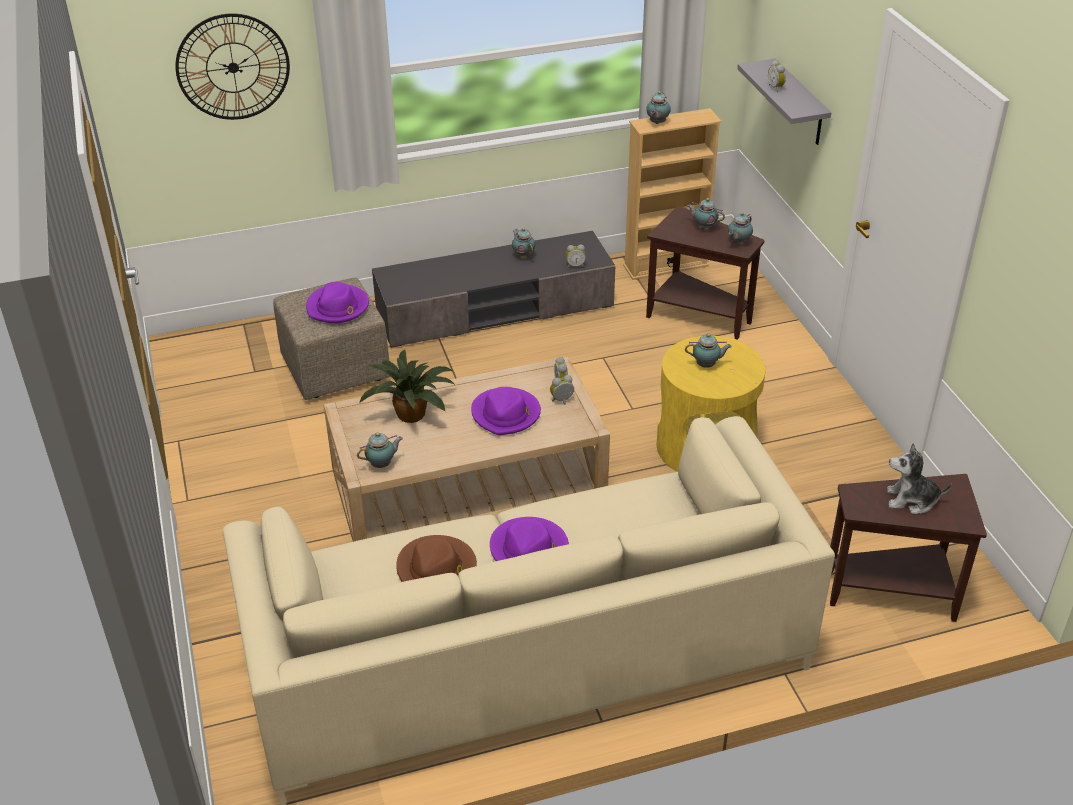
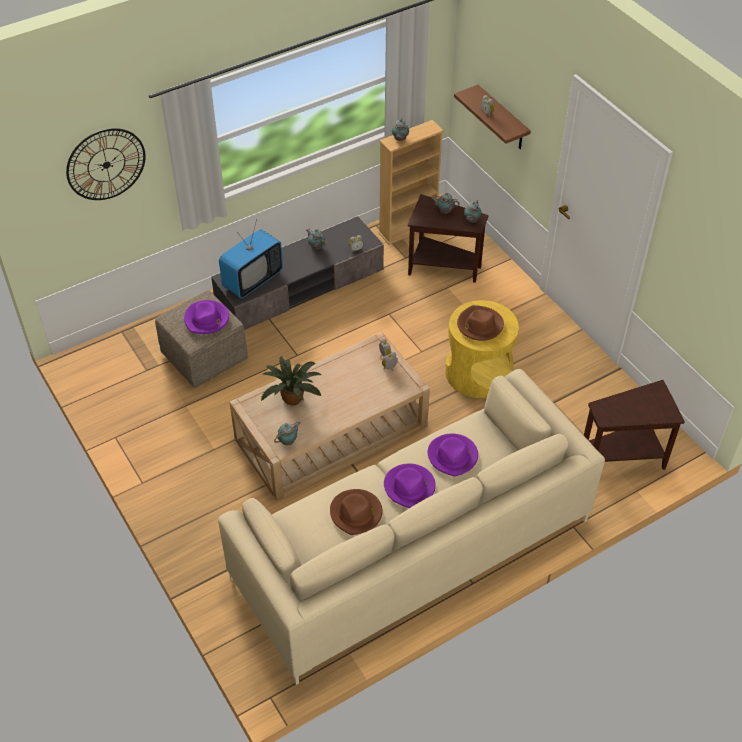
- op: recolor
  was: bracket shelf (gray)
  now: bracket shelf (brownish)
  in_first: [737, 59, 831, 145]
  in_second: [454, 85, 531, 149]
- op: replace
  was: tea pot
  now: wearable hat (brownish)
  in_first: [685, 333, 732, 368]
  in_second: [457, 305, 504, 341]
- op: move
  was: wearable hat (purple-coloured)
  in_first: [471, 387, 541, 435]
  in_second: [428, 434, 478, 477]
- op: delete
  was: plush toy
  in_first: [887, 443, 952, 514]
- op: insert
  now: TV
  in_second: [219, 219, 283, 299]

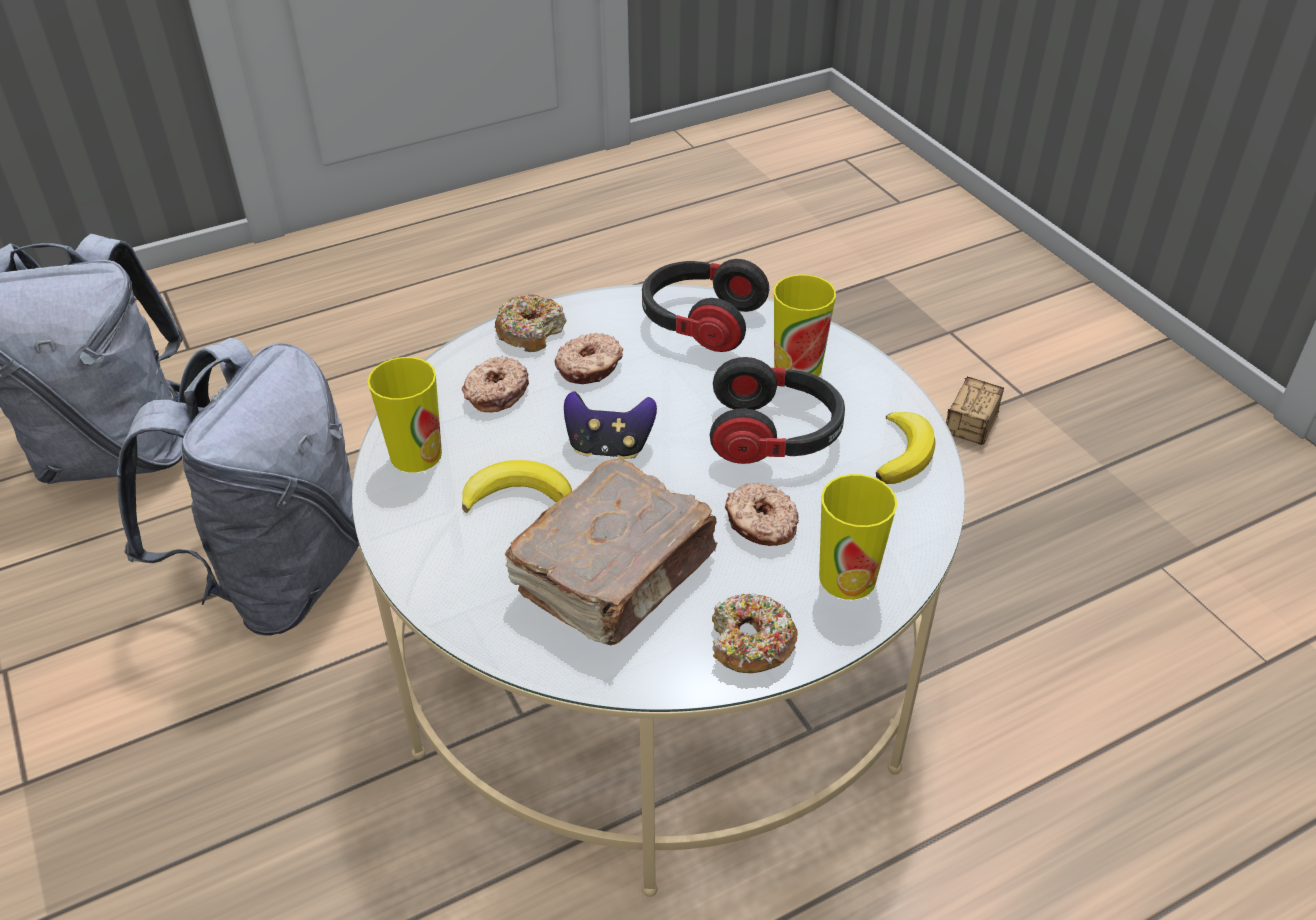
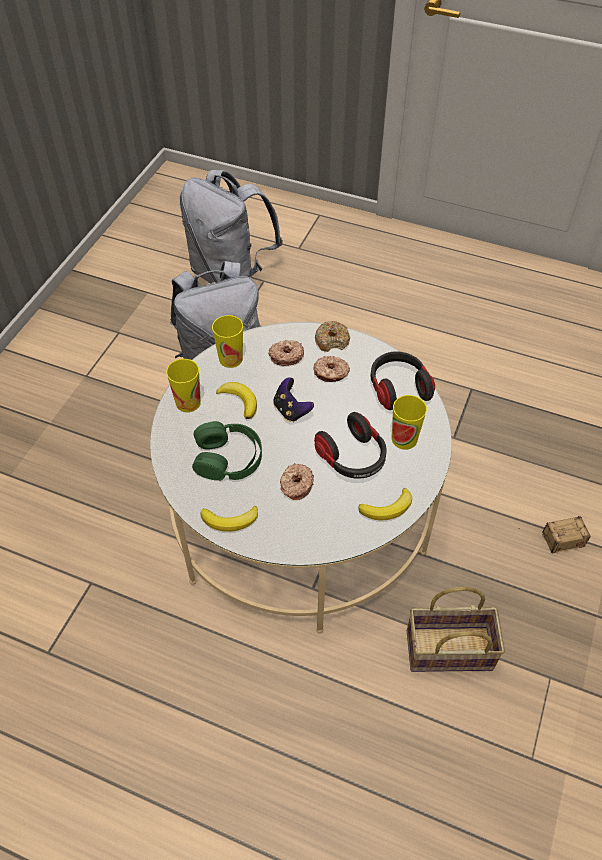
- op: replace
  was: bound book (brownish)
  now: pair of headphones (greenish)
  in_first: [505, 458, 718, 645]
  in_second: [192, 421, 262, 481]
- op: move
  was: cup
  in_first: [819, 474, 897, 600]
  in_second: [166, 359, 201, 412]
- op: replace
  was: doughnut
  now: banana fruit
  in_first: [712, 593, 798, 673]
  in_second: [200, 505, 258, 532]
- op: insert
  now: basket
  in_second: [407, 587, 505, 672]

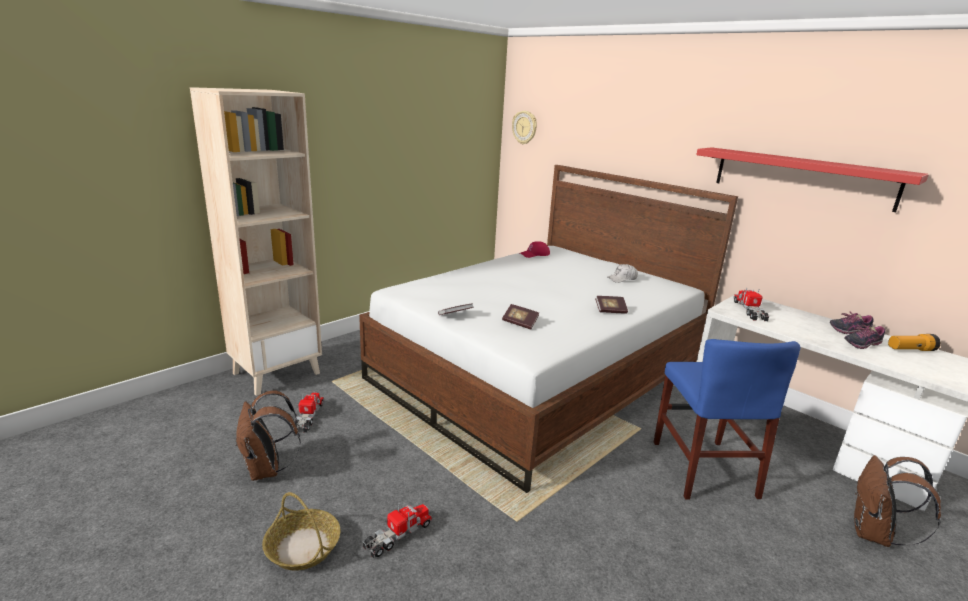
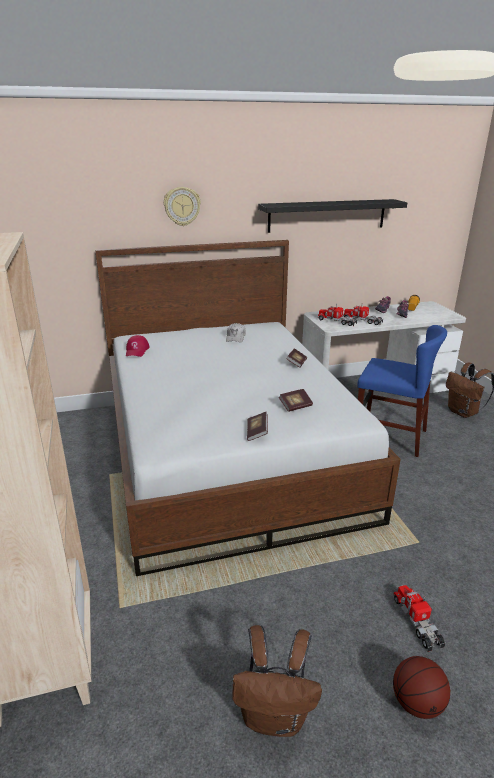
- op: move
  was: hanging clock
  in_first: [512, 111, 537, 144]
  in_second: [164, 187, 201, 226]
- op: recolor
  was: bracket shelf (reddish)
  now: bracket shelf (black-coloured)
  in_first: [696, 147, 929, 212]
  in_second: [258, 199, 407, 233]
- op: move
  was: toy truck
  in_first: [296, 392, 324, 433]
  in_second: [343, 305, 383, 325]
- op: replace
  was: basket
  now: basketball
  in_first: [262, 492, 340, 571]
  in_second: [393, 656, 450, 719]

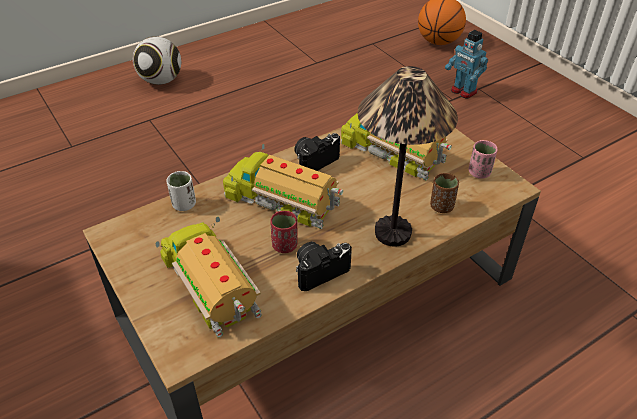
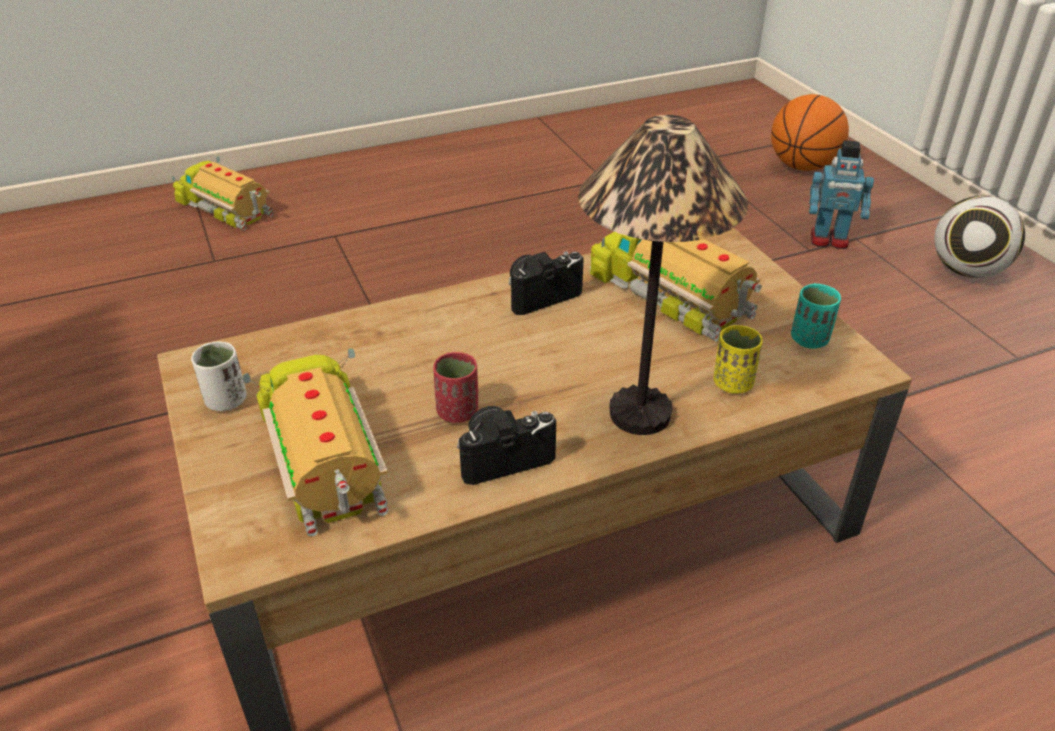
- op: rotate
  was: toy robot
  in_first: [445, 30, 488, 99]
  in_second: [809, 140, 874, 249]
  clockwise: -45
- op: move
  was: ball for football
  in_first: [133, 36, 181, 85]
  in_second: [934, 196, 1025, 278]
- op: recolor
  was: cup (pink)
  now: cup (turquoise)
  in_first: [468, 140, 498, 179]
  in_second: [791, 283, 841, 349]
- op: move
  was: toy truck
  in_first: [223, 144, 343, 229]
  in_second: [172, 156, 273, 230]
- op: move
  was: cup (whitish)
  in_first: [166, 171, 196, 211]
  in_second: [191, 341, 247, 411]
- op: recolor
  was: cup (brownish)
  now: cup (yellow)
  in_first: [430, 173, 459, 213]
  in_second: [713, 325, 763, 394]

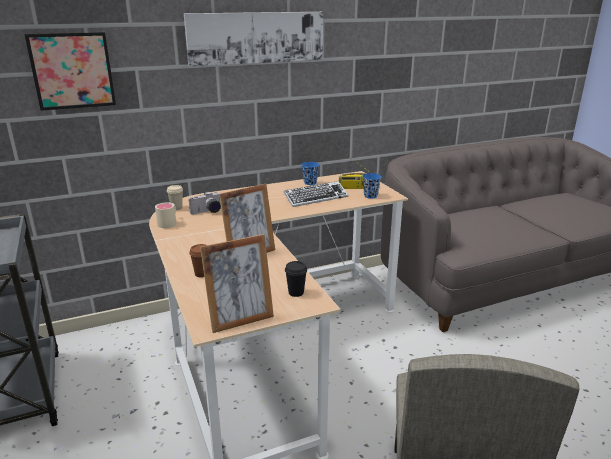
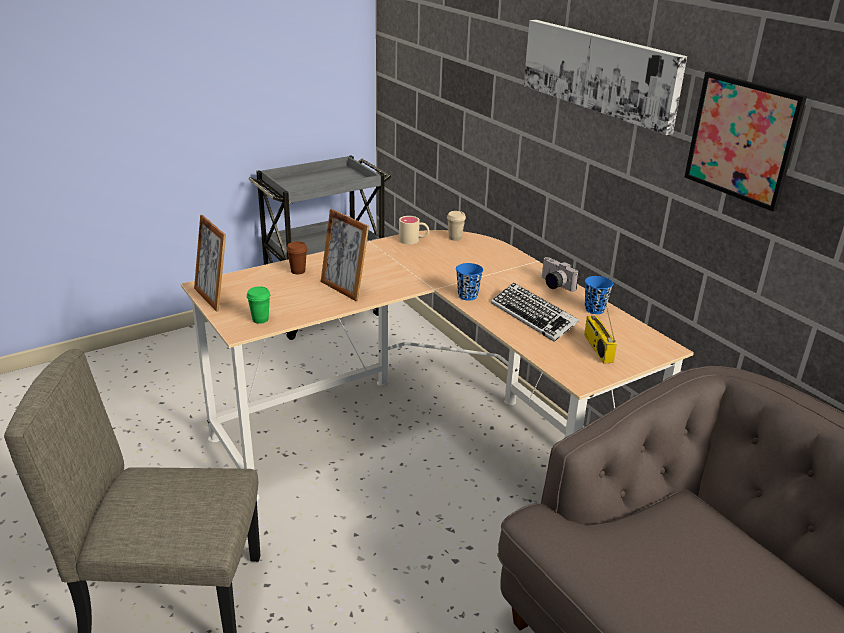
- op: move
  was: wall picture
  in_first: [24, 32, 116, 111]
  in_second: [685, 71, 807, 212]
- op: move
  was: cup (blue-coloured)
  in_first: [362, 173, 382, 198]
  in_second: [456, 263, 483, 301]
- op: move
  was: photo camera
  in_first: [189, 191, 221, 214]
  in_second: [542, 257, 579, 292]
- op: recolor
  was: cup (black-coloured)
  now: cup (greenish)
  in_first: [285, 261, 307, 297]
  in_second: [247, 286, 271, 324]

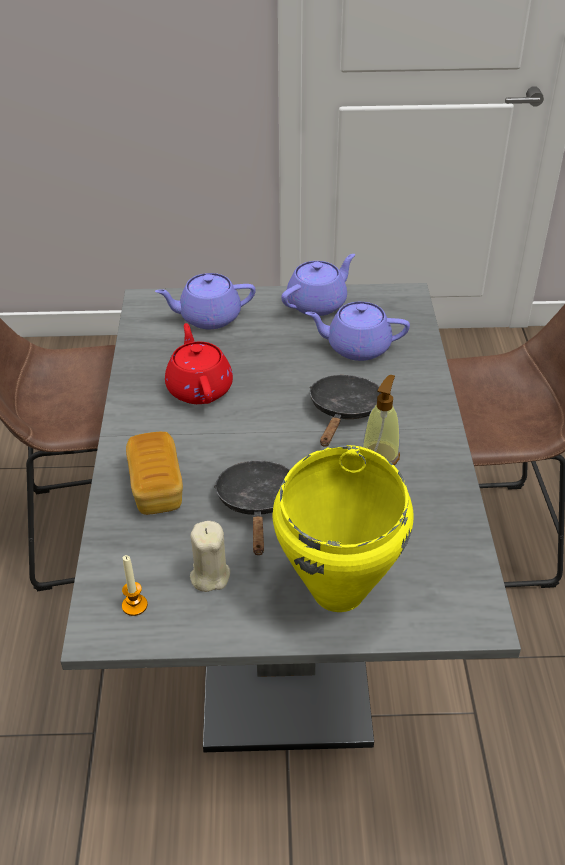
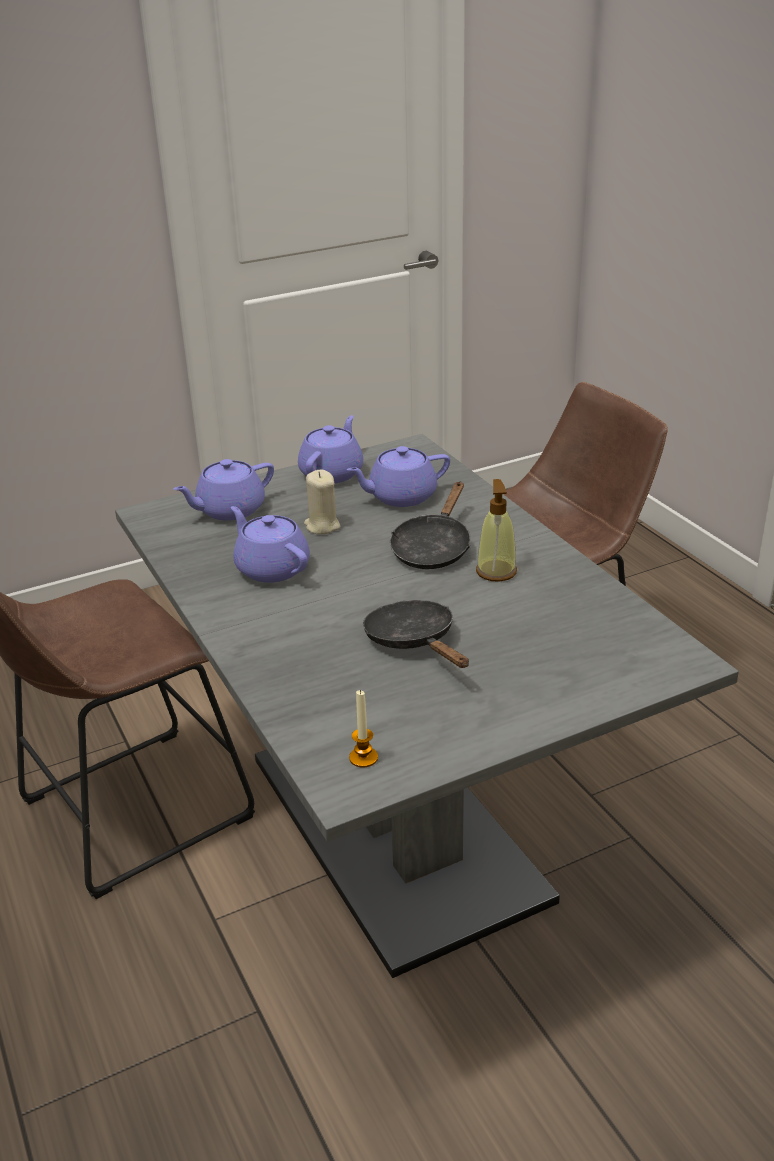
- op: recolor
  was: tea pot (reddish)
  now: tea pot (purple-coloured)
  in_first: [165, 323, 233, 404]
  in_second: [231, 506, 310, 583]
- op: rotate
  was: pan (black-coloured)
  in_first: [310, 375, 381, 447]
  in_second: [390, 481, 470, 569]
  clockwise: -150
- op: delete
  was: baked bread
  in_first: [126, 432, 183, 515]
- op: delete
  was: cooking pot (yellow)
  in_first: [272, 445, 414, 612]
- op: move
  was: wax light (sand-coloured)
  in_first: [190, 521, 230, 592]
  in_second: [304, 470, 340, 534]

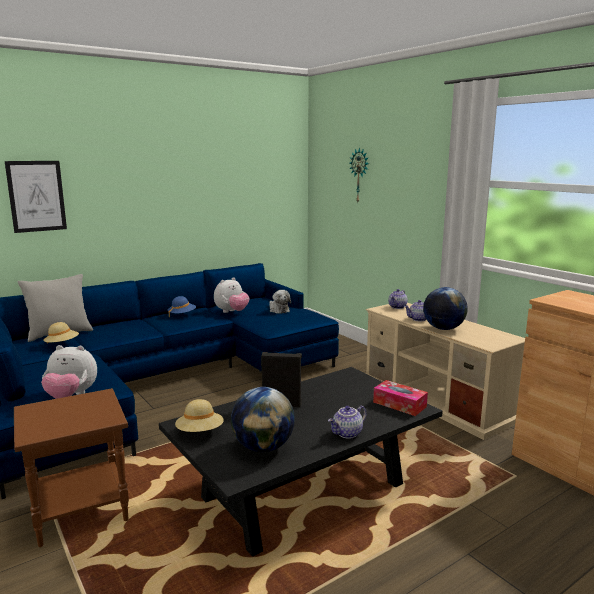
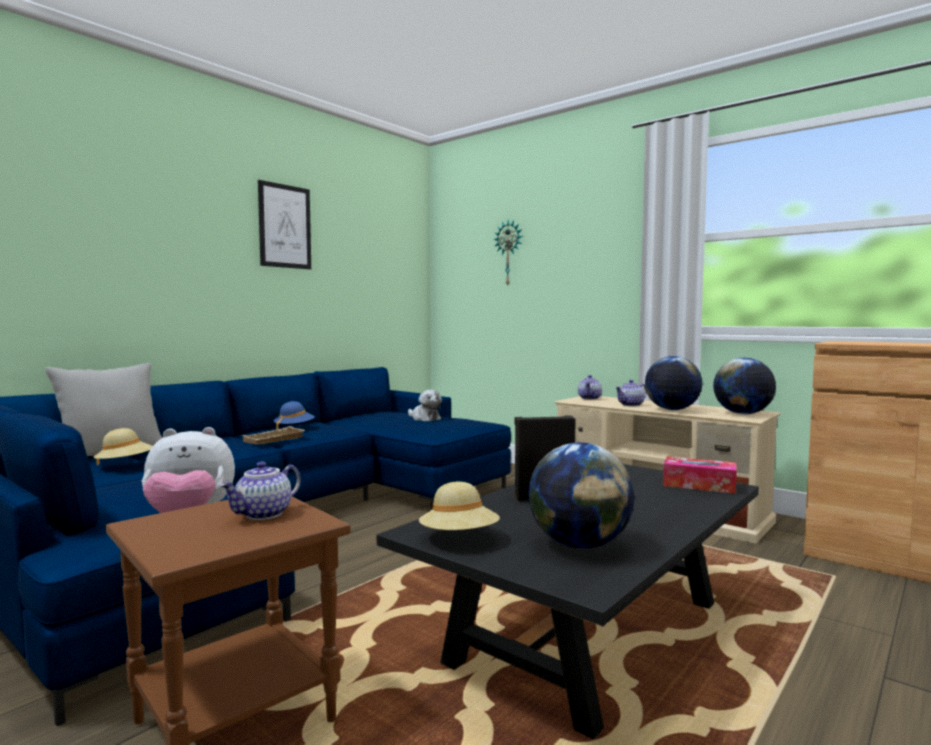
- op: move
  was: wall picture
  in_first: [5, 161, 67, 233]
  in_second: [258, 180, 311, 269]
- op: delete
  was: plush toy
  in_first: [214, 277, 250, 313]
- op: move
  was: tea pot
  in_first: [328, 406, 367, 439]
  in_second: [220, 461, 301, 520]
- op: insert
  now: desk globe
  in_second: [713, 358, 776, 414]
- op: insert
  now: tray (sand-coloured)
  in_second: [242, 426, 305, 445]

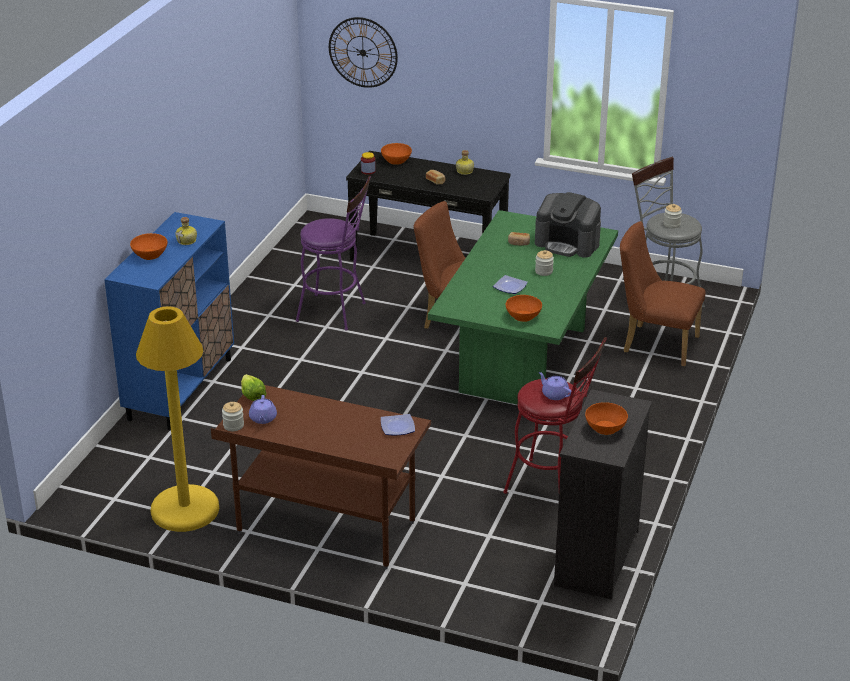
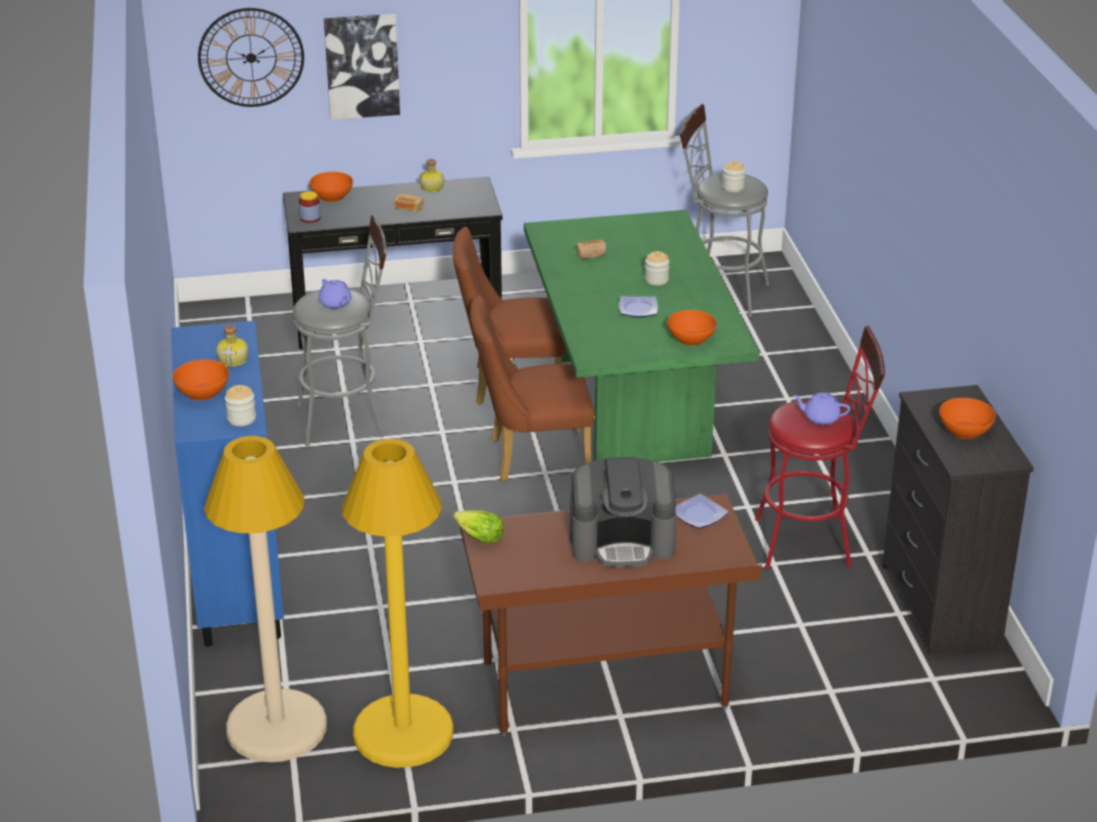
- op: recolor
  was: sitting stool (purple-coloured)
  now: sitting stool (gray)
  in_first: [296, 176, 371, 331]
  in_second: [293, 215, 386, 446]
- op: move
  was: coffee machine
  in_first: [535, 192, 601, 258]
  in_second: [570, 457, 677, 567]
- op: move
  was: upright chair (brownish)
  in_first: [620, 221, 706, 367]
  in_second: [470, 295, 594, 482]
- op: move
  was: tea pot (purple-coloured)
  in_first: [249, 395, 277, 424]
  in_second: [319, 279, 352, 309]
- op: move
  was: jar
  in_first: [222, 402, 244, 431]
  in_second: [225, 385, 256, 426]
- op: insert
  now: wall picture
  in_second: [324, 14, 400, 120]
- op: insert
  now: standard lamp (sand-coloured)
  in_second: [204, 436, 327, 762]

